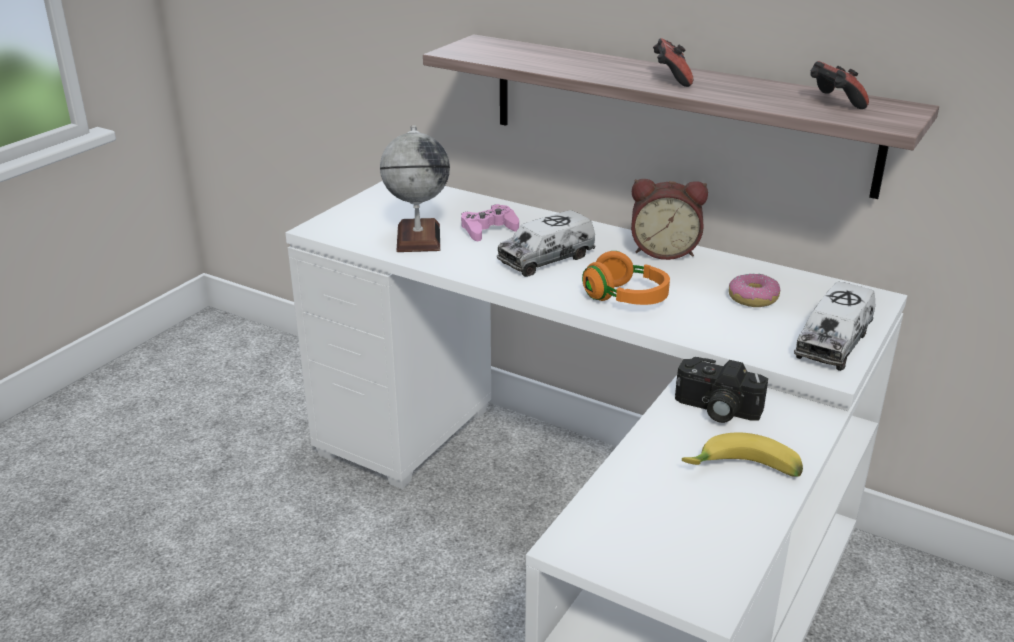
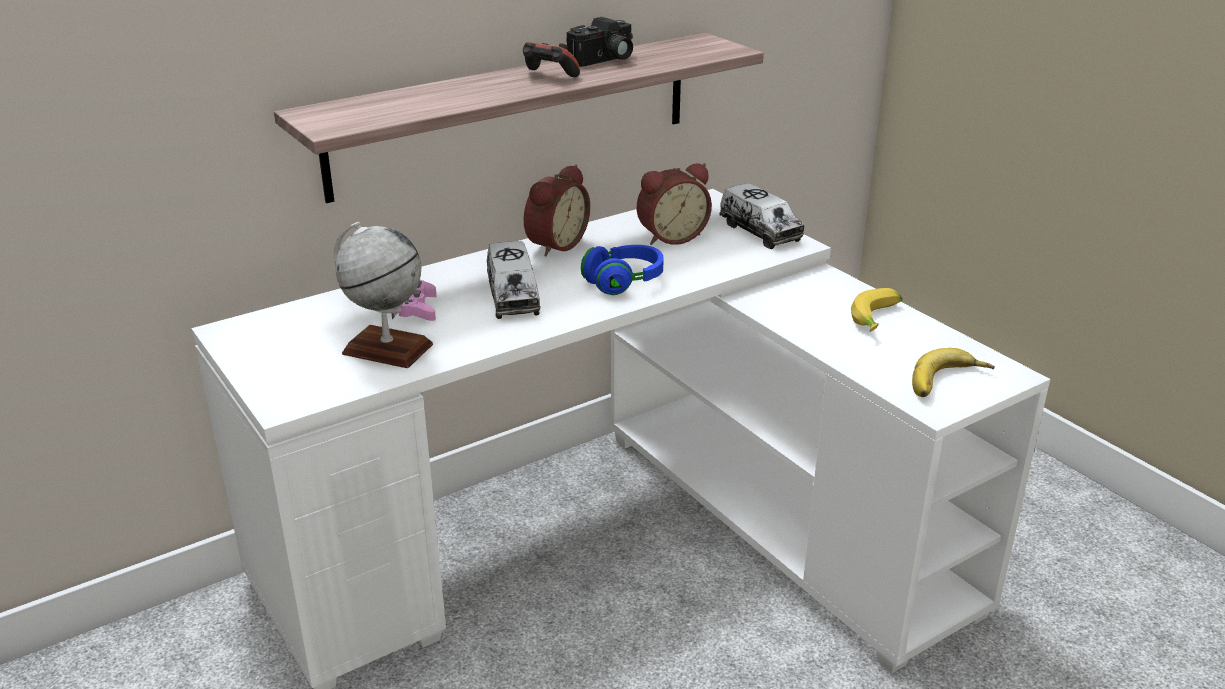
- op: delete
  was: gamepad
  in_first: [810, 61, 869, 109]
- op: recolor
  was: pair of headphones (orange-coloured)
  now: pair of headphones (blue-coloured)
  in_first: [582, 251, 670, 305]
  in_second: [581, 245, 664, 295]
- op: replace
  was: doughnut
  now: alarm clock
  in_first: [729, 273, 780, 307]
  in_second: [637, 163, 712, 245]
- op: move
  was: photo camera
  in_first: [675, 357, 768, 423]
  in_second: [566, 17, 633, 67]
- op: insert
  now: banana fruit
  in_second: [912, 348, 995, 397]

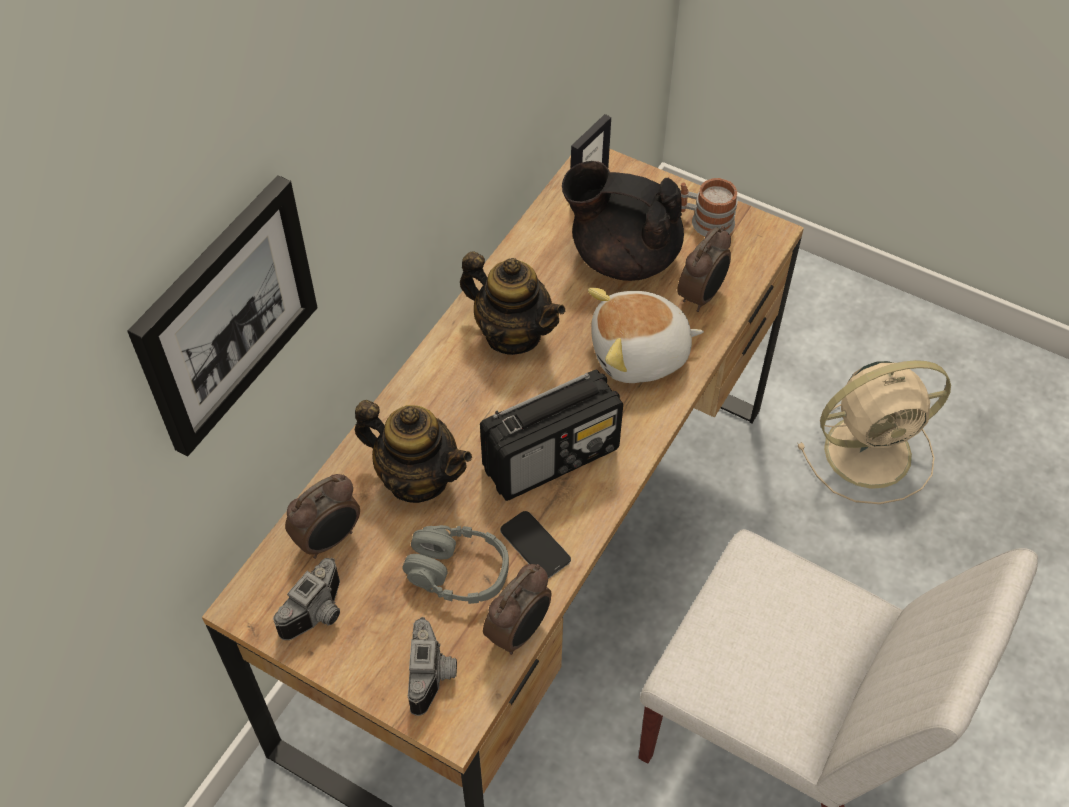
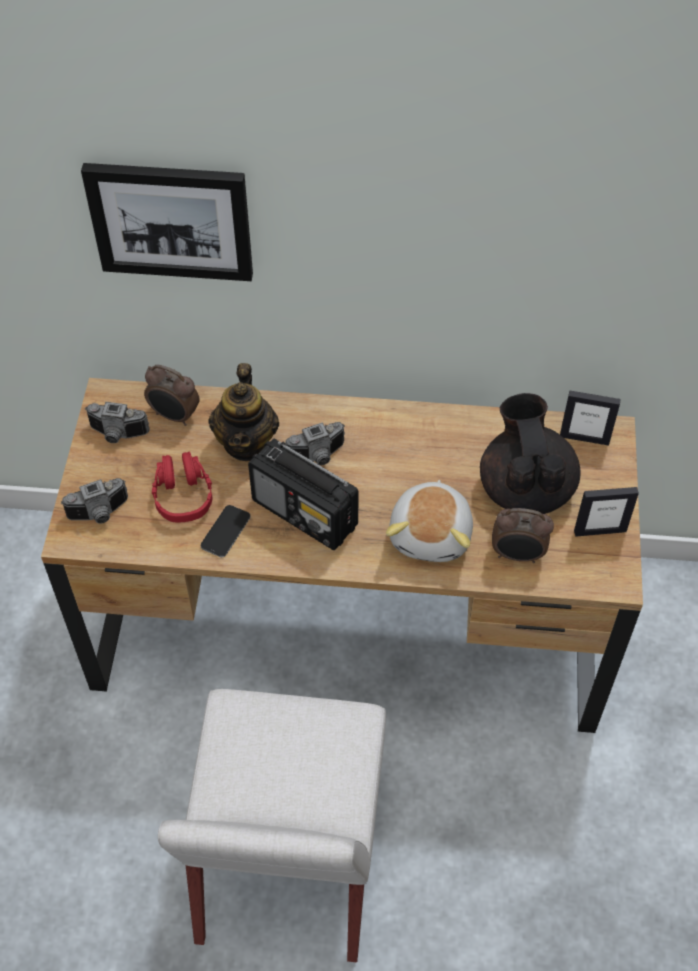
- op: replace
  was: tea mug
  now: photo frame
  in_first: [681, 178, 738, 236]
  in_second: [574, 487, 639, 537]
- op: delete
  was: tea pot
  in_first: [460, 251, 565, 355]
- op: rotate
  was: plush toy
  in_first: [588, 288, 704, 383]
  in_second: [386, 480, 473, 562]
  clockwise: -135
- op: delete
  was: electric fan (sand-coloured)
  in_first: [798, 360, 951, 504]
- op: recolor
  was: pair of headphones (gray)
  now: pair of headphones (reddish)
  in_first: [402, 525, 509, 604]
  in_second: [152, 451, 213, 523]
- op: delete
  was: alarm clock
  in_first: [483, 564, 551, 655]
- op: insert
  now: photo camera
  in_second: [285, 422, 345, 465]

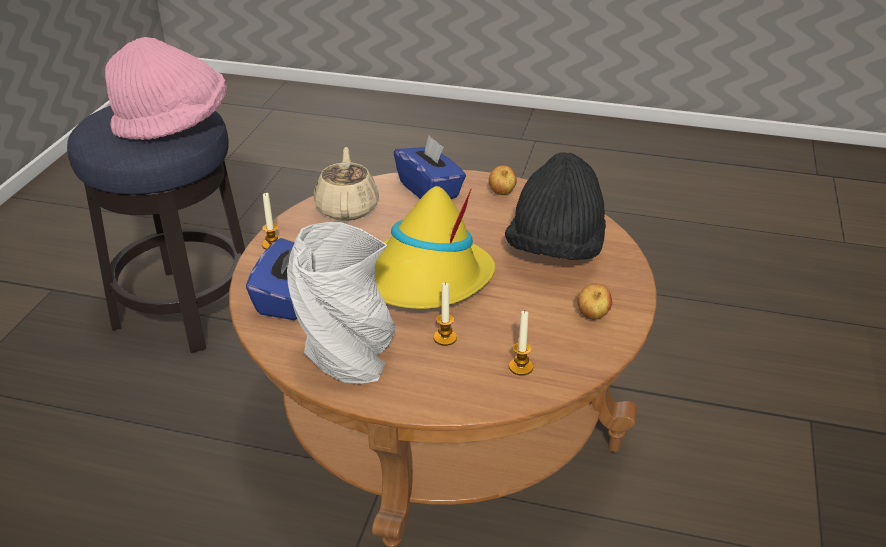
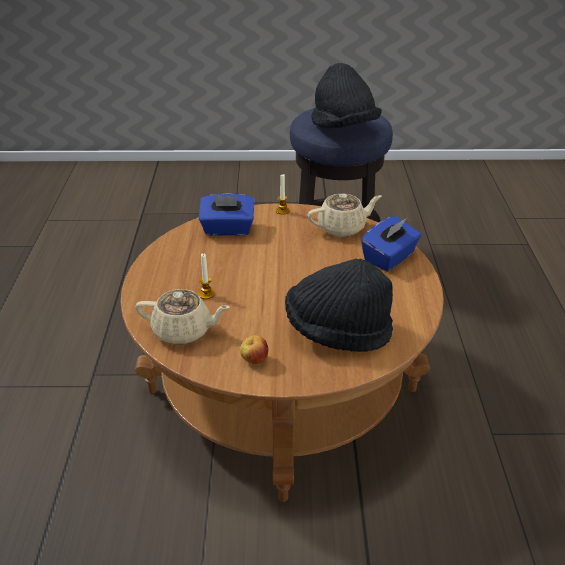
- op: recolor
  was: wearable hat (pink)
  now: wearable hat (black-coloured)
  in_first: [105, 37, 227, 140]
  in_second: [311, 63, 382, 128]
- op: delete
  was: whole apple
  in_first: [489, 165, 517, 195]
- op: delete
  was: wearable hat (yellow)
  in_first: [375, 186, 495, 309]
- op: delete
  was: decorative vase (gray)
  in_first: [287, 222, 395, 384]
- op: replace
  was: wax light
  now: tea pot (sand-coloured)
  in_first: [509, 311, 533, 375]
  in_second: [136, 289, 230, 345]

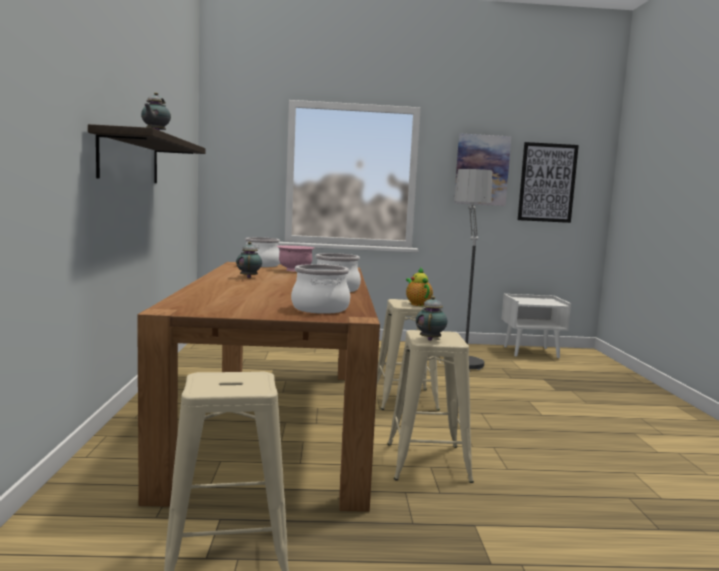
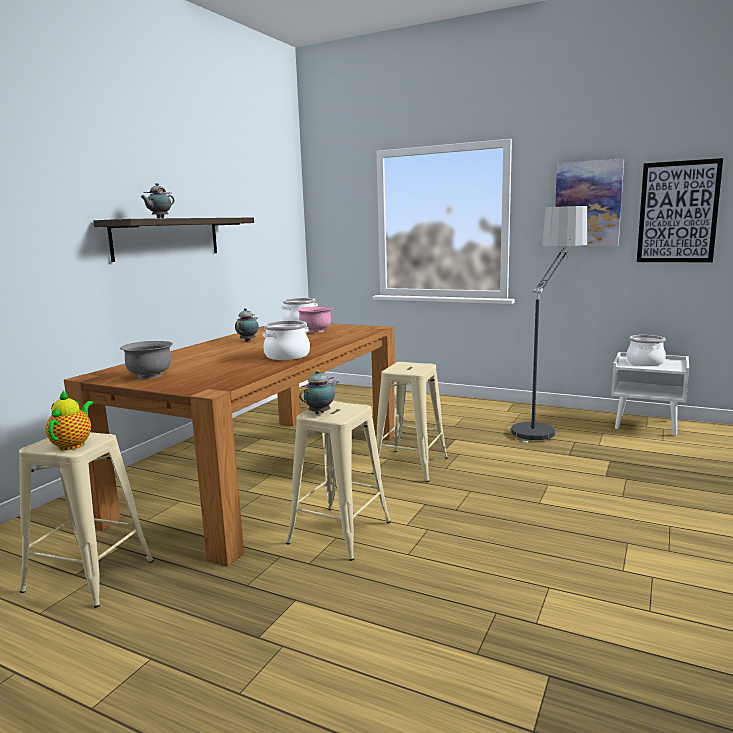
- op: move
  was: cooking pot
  in_first: [291, 264, 350, 314]
  in_second: [626, 335, 666, 366]
- op: move
  was: tea pot
  in_first: [406, 268, 433, 306]
  in_second: [45, 391, 93, 450]
- op: insert
  now: serving bowl (gray)
  in_second: [120, 341, 173, 379]

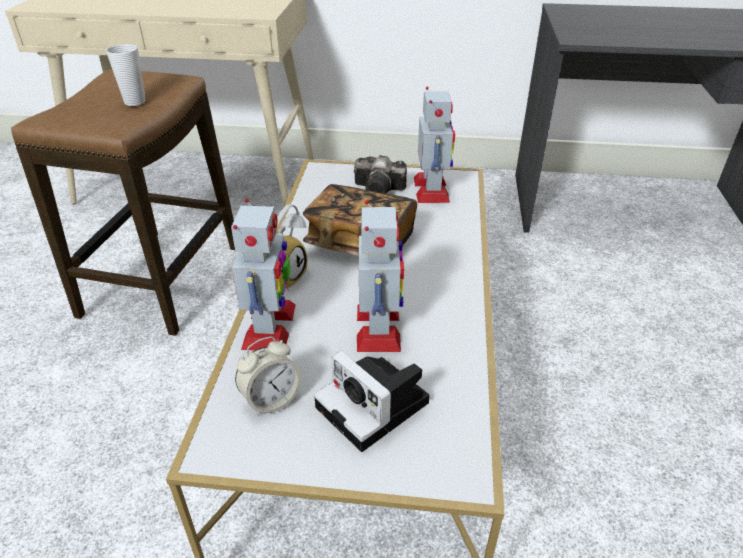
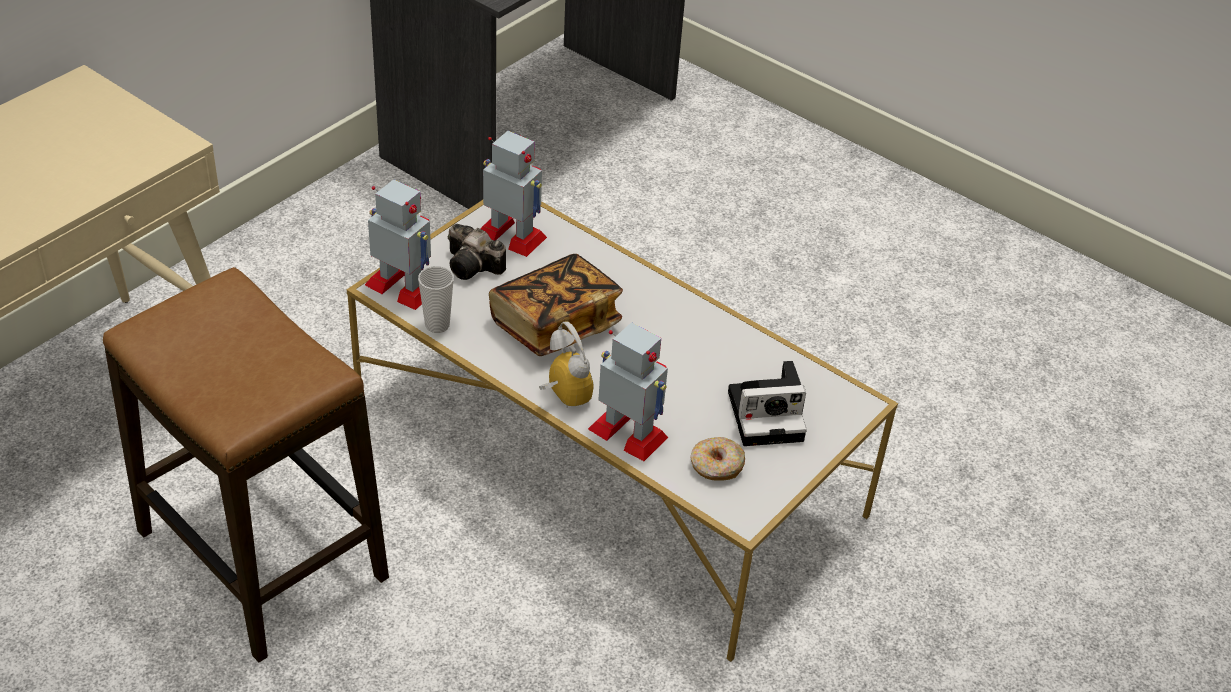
- op: move
  was: cup
  in_first: [106, 44, 145, 106]
  in_second: [418, 266, 454, 333]
- op: rotate
  was: photo camera
  in_first: [354, 155, 407, 194]
  in_second: [448, 224, 506, 280]
  clockwise: 75
- op: move
  was: toy robot
  in_first: [357, 200, 404, 352]
  in_second: [365, 179, 431, 310]
- op: replace
  was: alarm clock
  now: doughnut
  in_first: [235, 336, 302, 416]
  in_second: [690, 437, 745, 481]

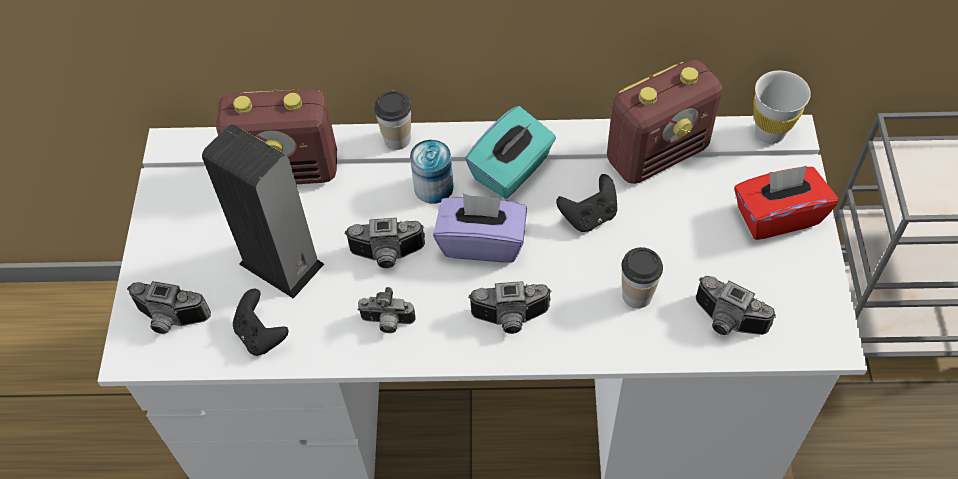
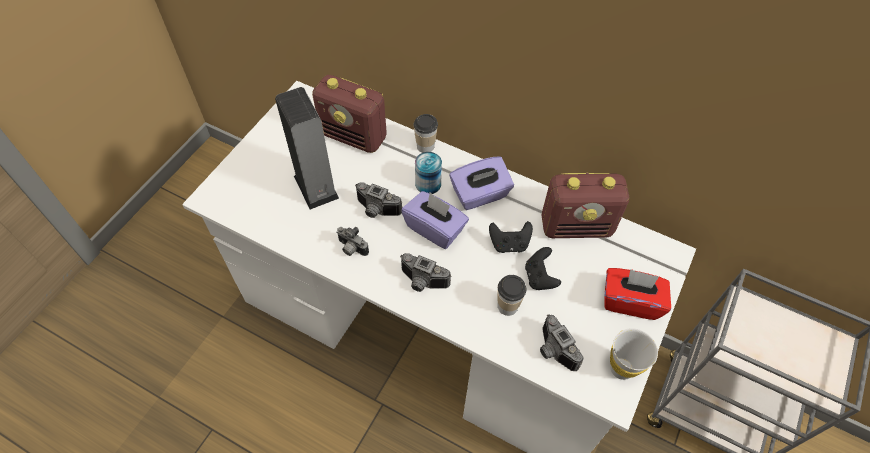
- op: move
  was: cup (whitish)
  in_first: [754, 71, 811, 144]
  in_second: [610, 328, 658, 380]
- op: recolor
  was: tissue box (turquoise)
  now: tissue box (purple-coloured)
  in_first: [465, 106, 556, 199]
  in_second: [450, 156, 514, 210]
- op: delete
  was: photo camera
  in_first: [127, 281, 211, 334]
- op: move
  was: gamepad (black-coloured)
  in_first: [233, 289, 289, 356]
  in_second: [525, 247, 561, 290]

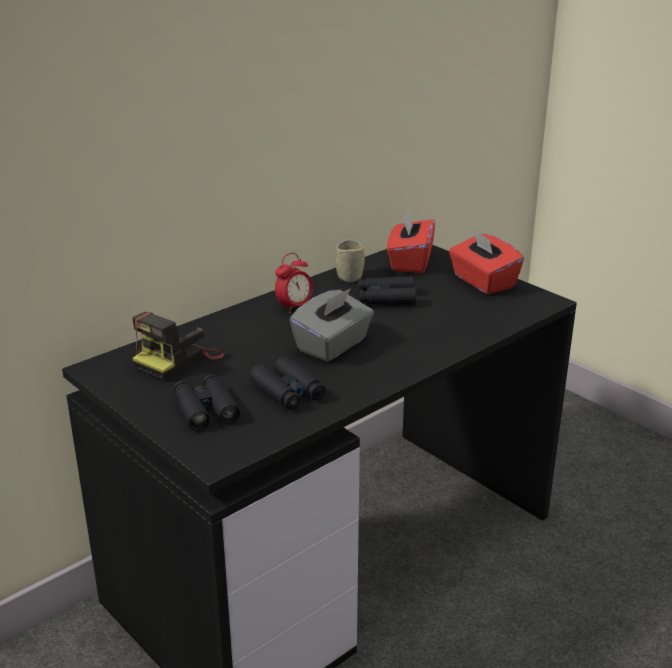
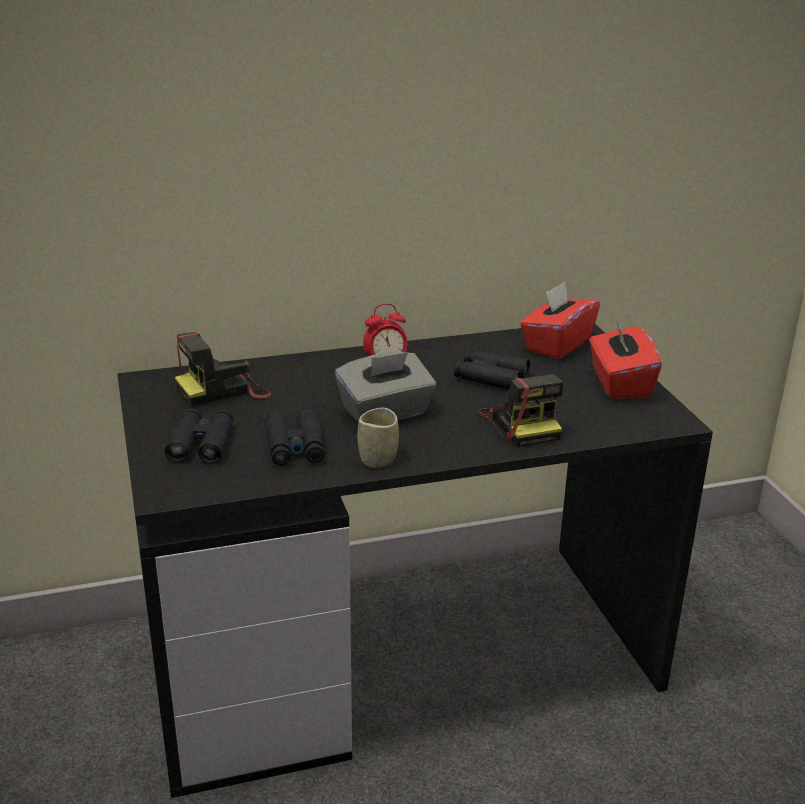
- op: move
  was: cup
  in_first: [335, 240, 365, 282]
  in_second: [357, 408, 399, 468]
- op: insert
  now: photo camera
  in_second: [479, 374, 563, 446]

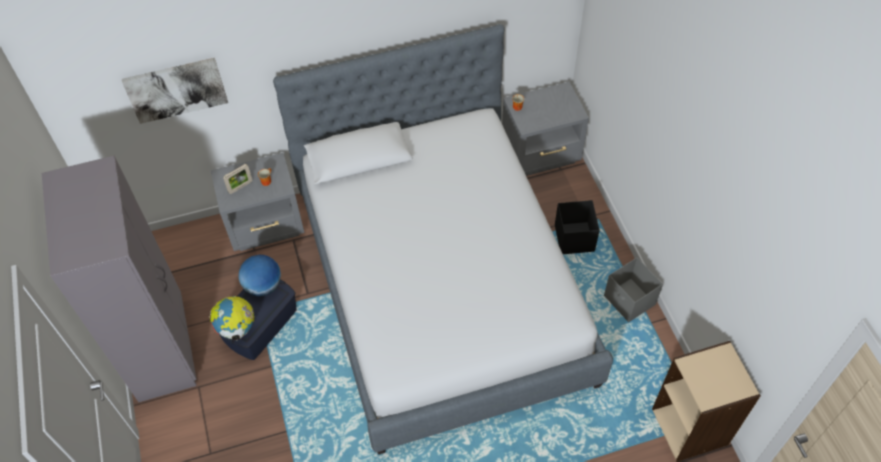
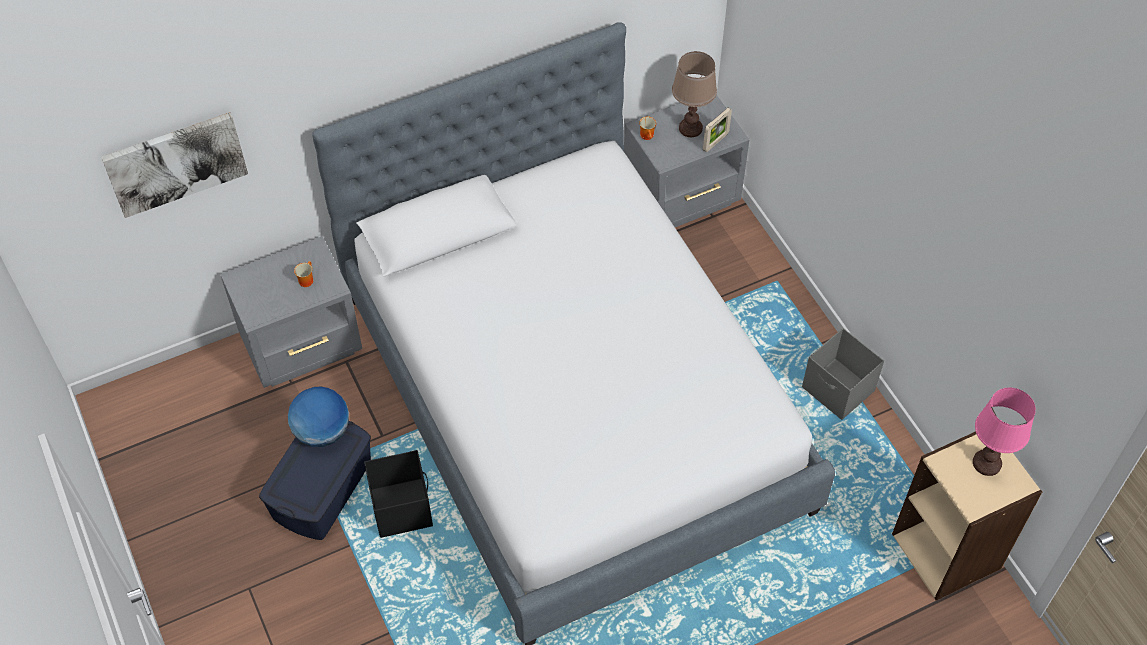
- op: delete
  was: clothes cupboard (gray)
  in_first: [42, 156, 197, 402]
- op: move
  was: photo frame
  in_first: [223, 164, 252, 194]
  in_second: [703, 108, 732, 152]
- op: move
  was: storage container (black-coloured)
  in_first: [555, 200, 600, 254]
  in_second: [364, 450, 433, 538]
- op: delete
  was: desk globe
  in_first: [209, 296, 254, 341]
- op: insert
  now: table lamp (brownish)
  in_second: [672, 51, 717, 137]
- op: insert
  now: table lamp (pink)
  in_second: [973, 388, 1036, 476]

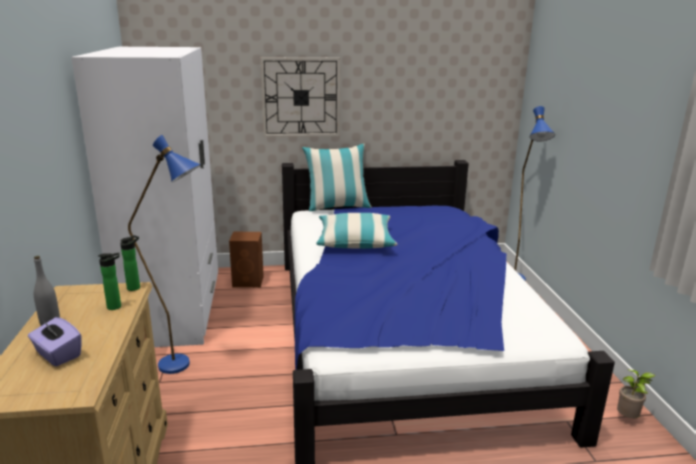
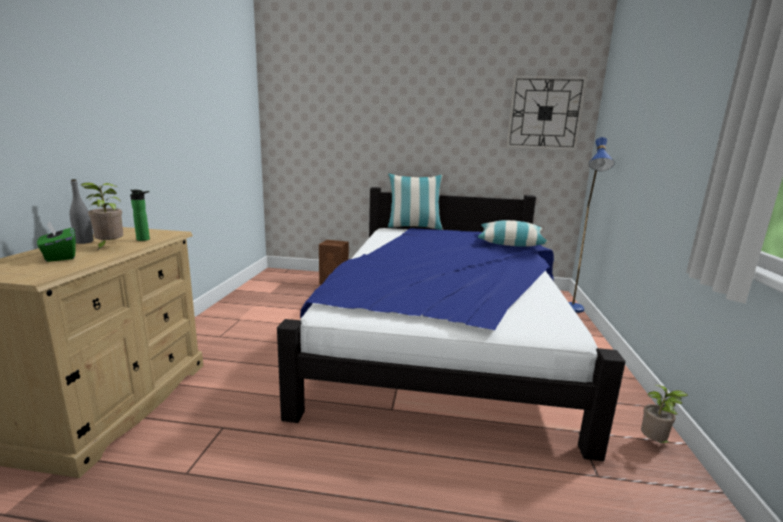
- op: delete
  was: clothes cupboard (whitish)
  in_first: [71, 47, 218, 347]
- op: move
  was: hanging clock
  in_first: [261, 57, 340, 137]
  in_second: [506, 76, 587, 150]
- op: delete
  was: standard lamp (blue-coloured)
  in_first: [128, 135, 201, 374]
- op: move
  was: throw pillow
  in_first: [317, 213, 398, 249]
  in_second: [478, 220, 549, 247]
- op: delete
  was: drink bottle
  in_first: [120, 235, 140, 291]
- op: recolor
  was: tissue box (purple-coloured)
  now: tissue box (greenish)
  in_first: [28, 317, 82, 367]
  in_second: [37, 221, 76, 262]
- op: insert
  now: plant in a pot
  in_second: [80, 183, 123, 251]

